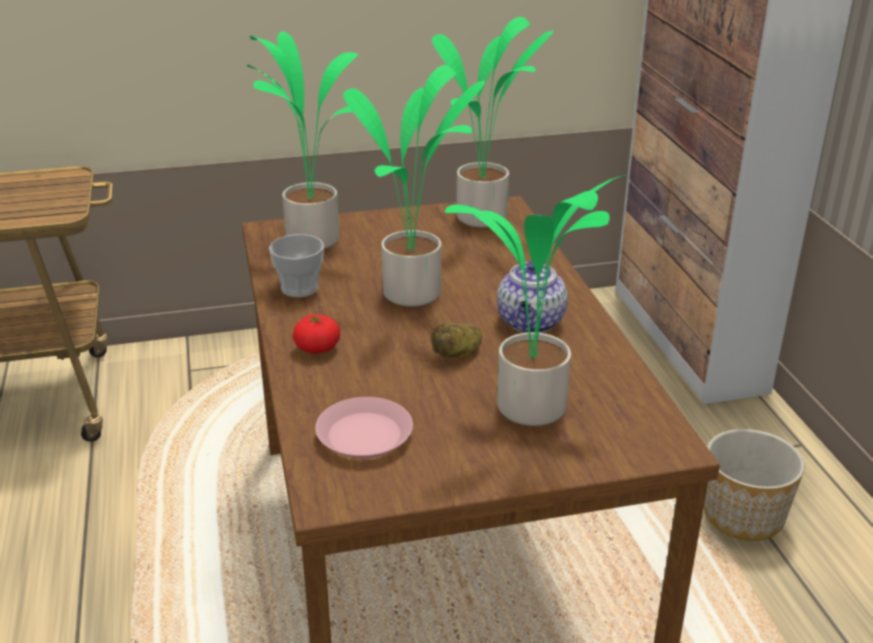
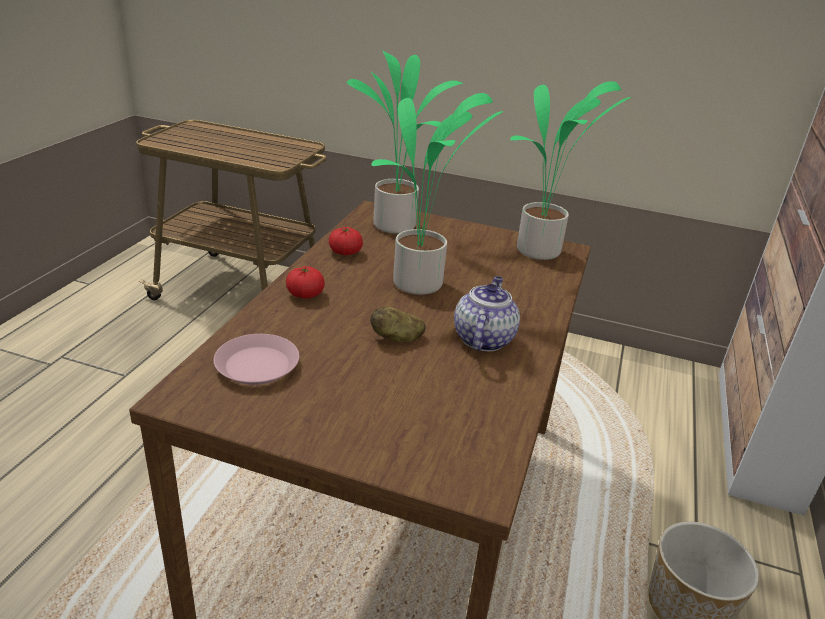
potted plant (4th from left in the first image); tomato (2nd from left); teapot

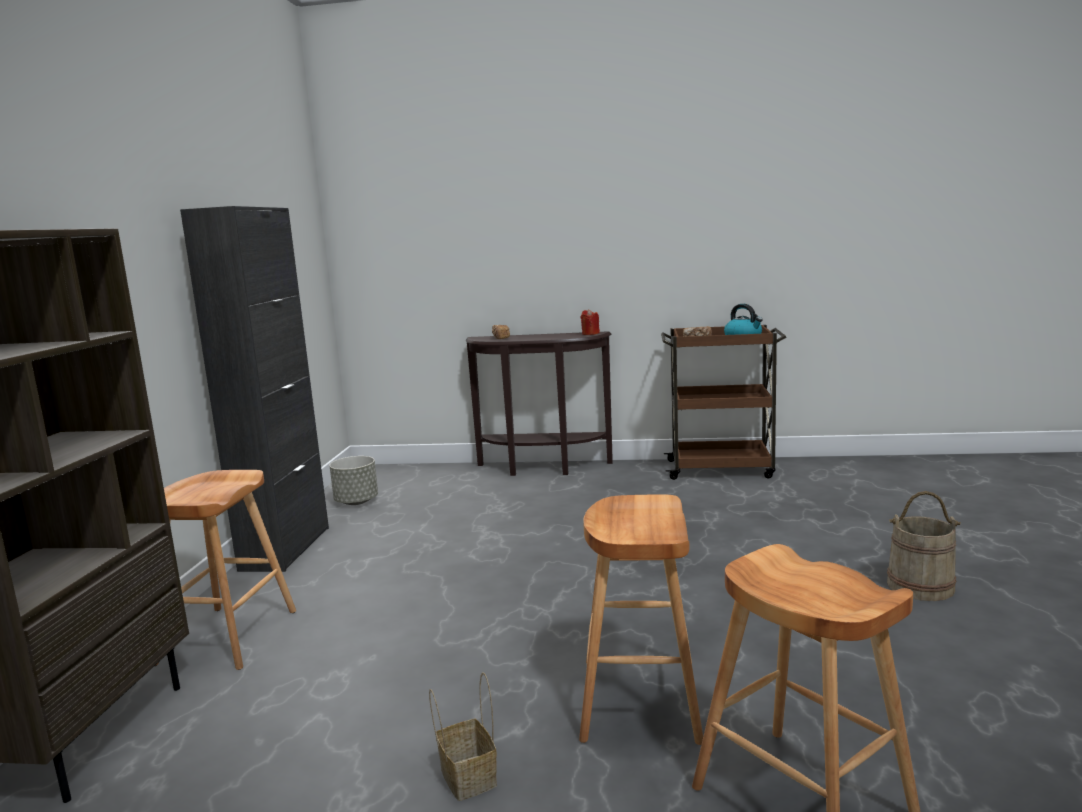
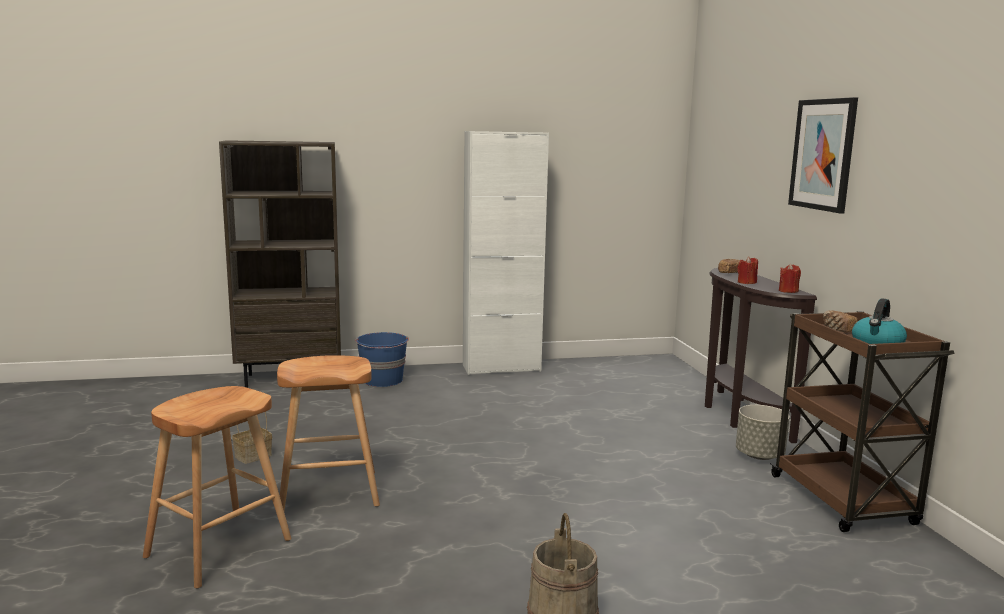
white cabinet; grey planter; blue bucket; picture; red candle (1st from left)

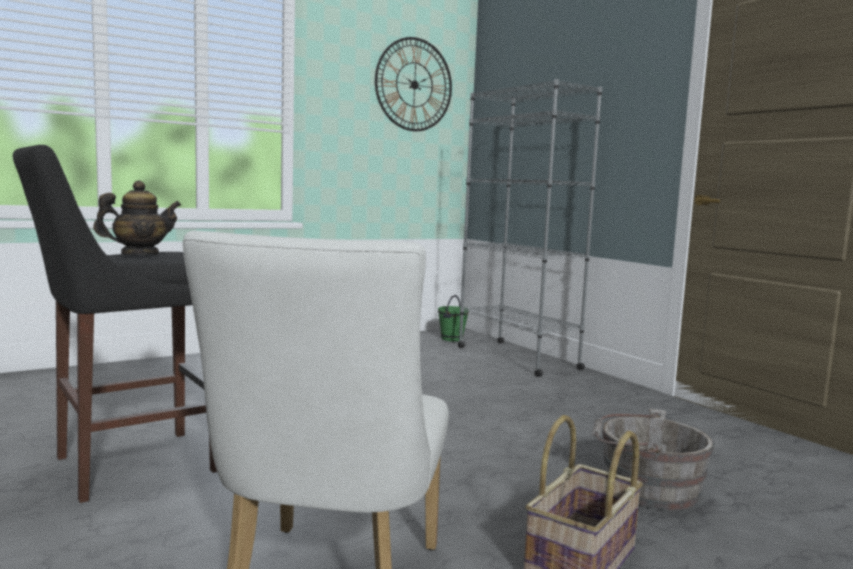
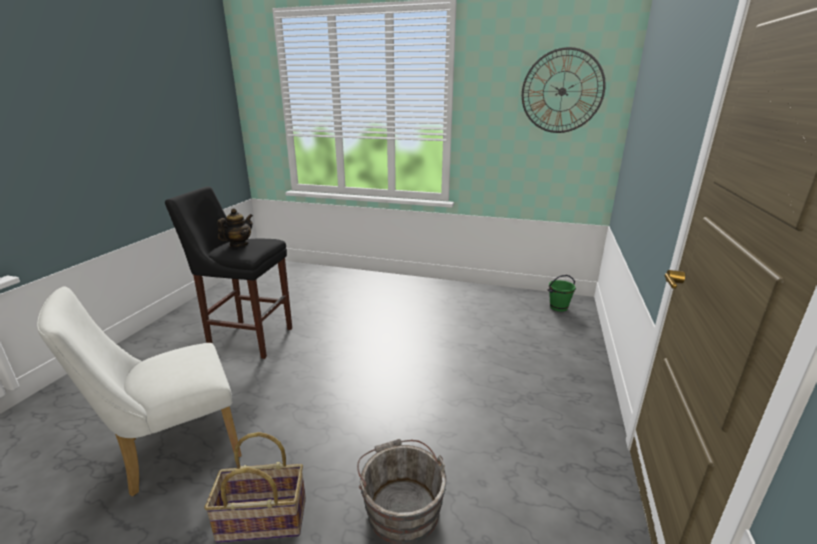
grey bookcase; teapot

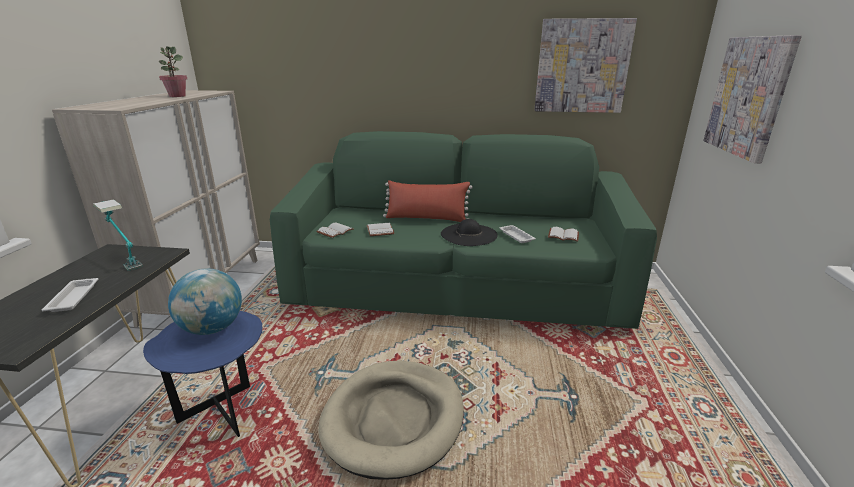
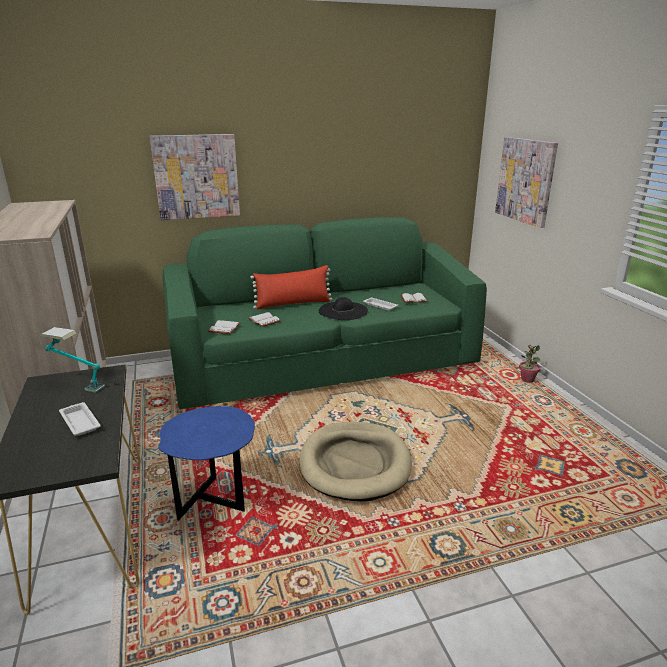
picture (1st from left); potted plant; globe

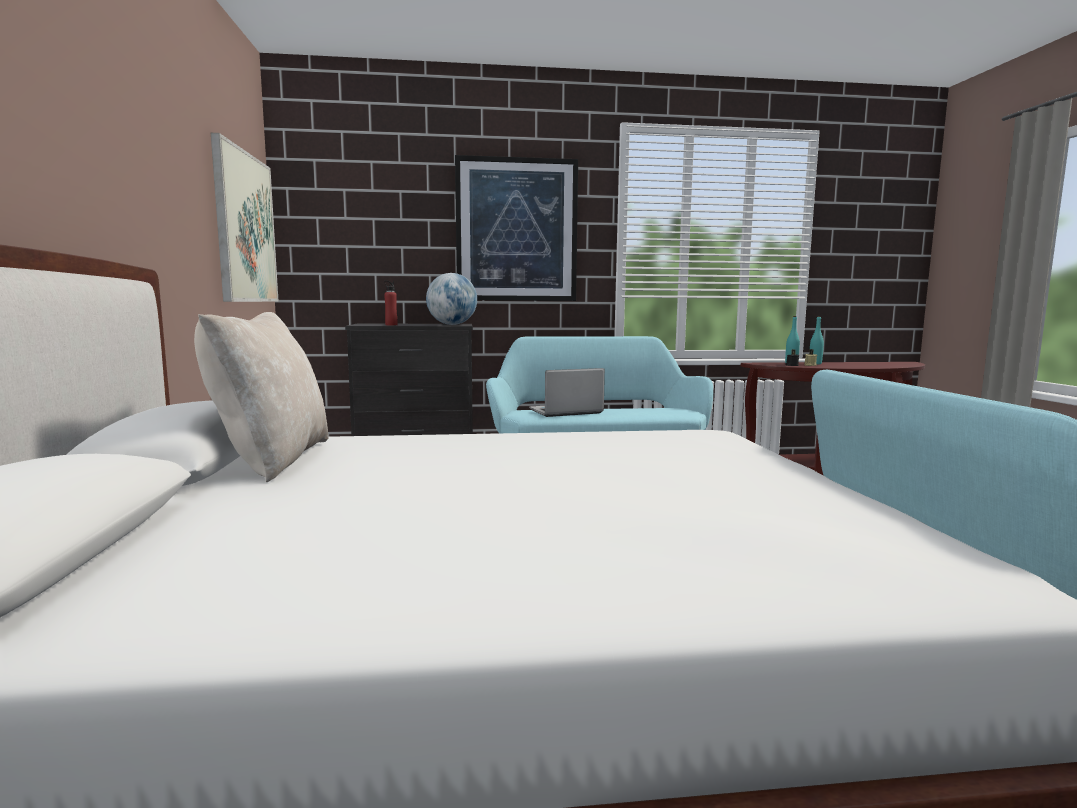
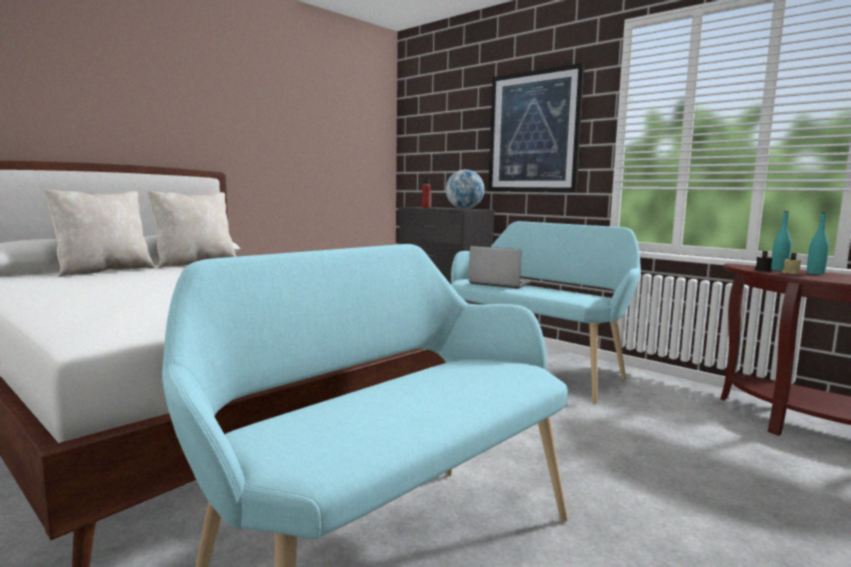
picture (1st from left in the first image); beige pillow (1st from left)

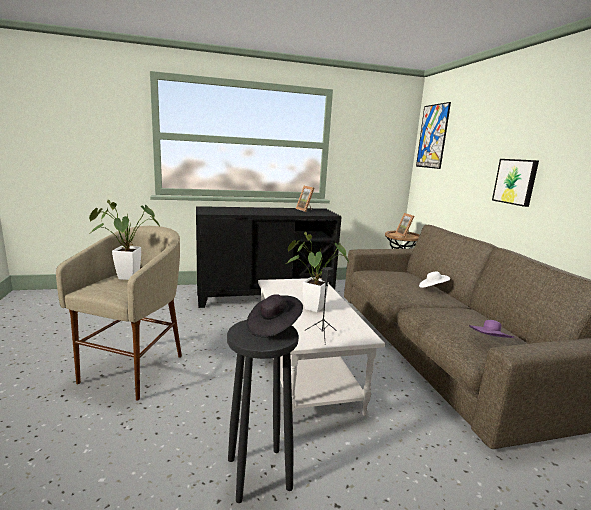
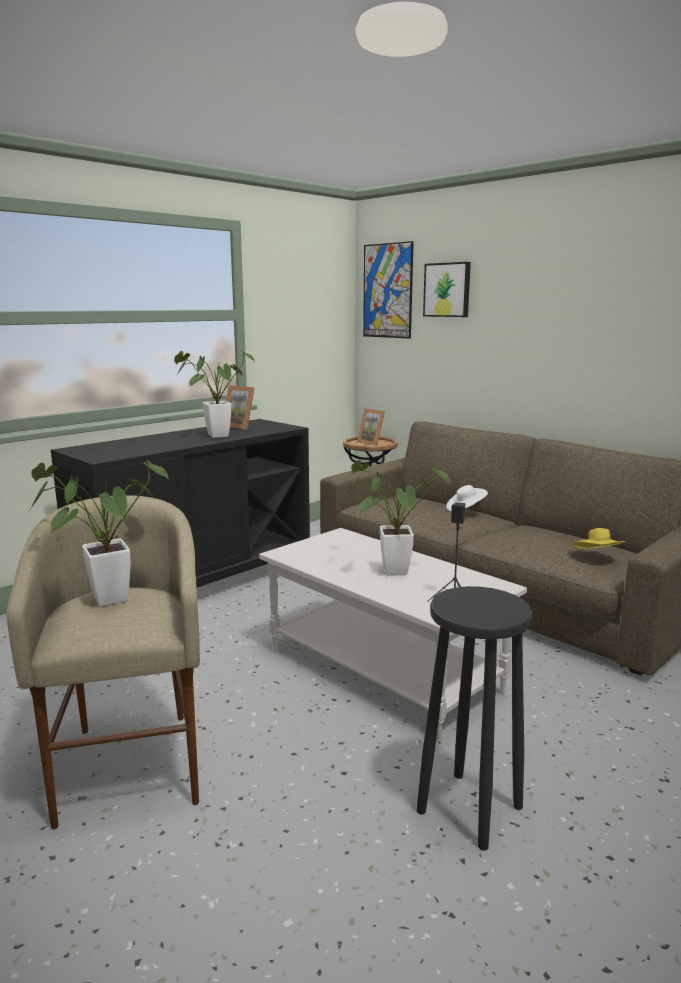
picture (2nd from left); black hat; yellow hat; potted plant (2nd from left)

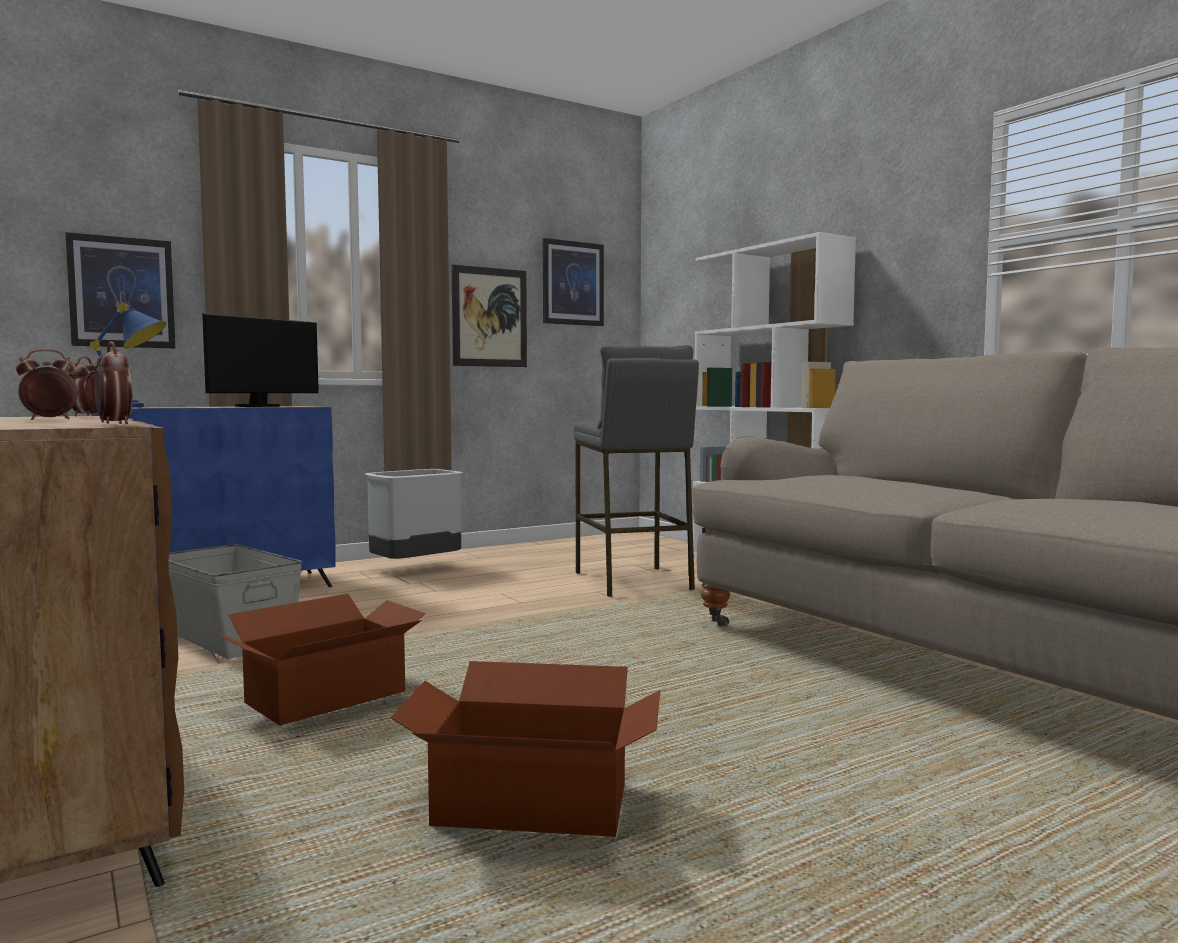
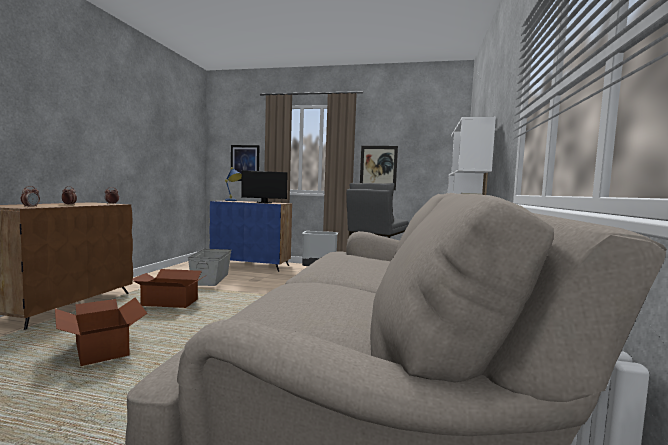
picture (3rd from left in the first image)

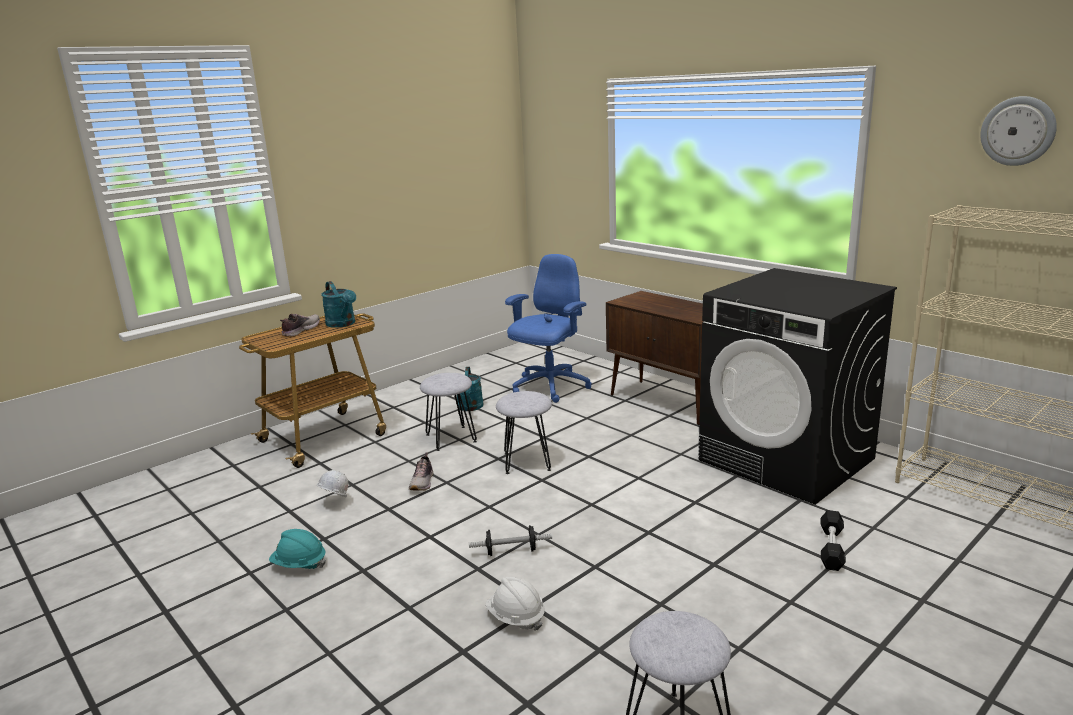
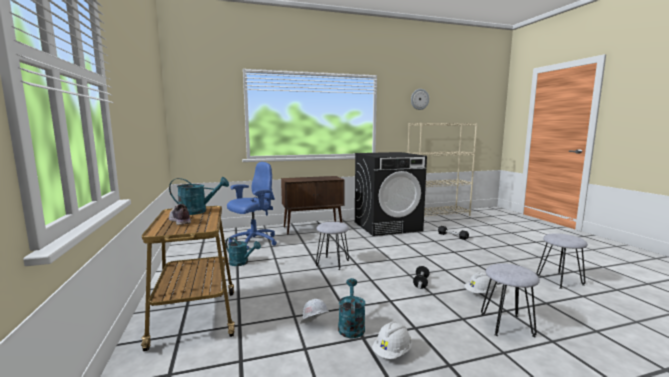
blue office chair; grey stool (2nd from left); shoe (2nd from left in the first image); white hard hat (2nd from left); turquoise watering can (3rd from left)

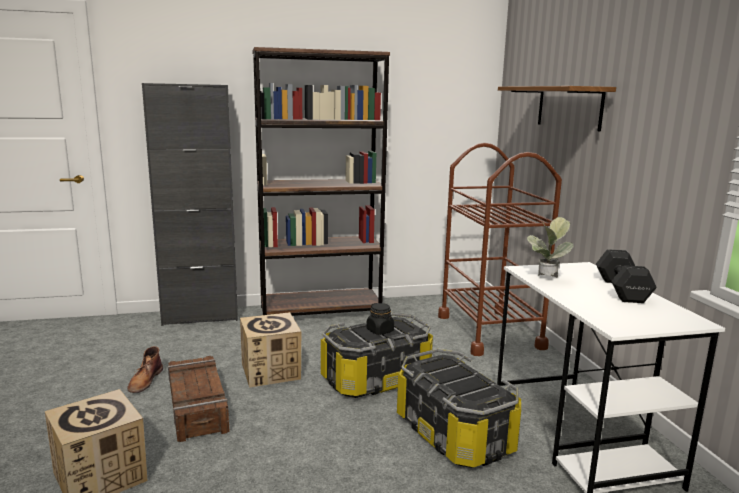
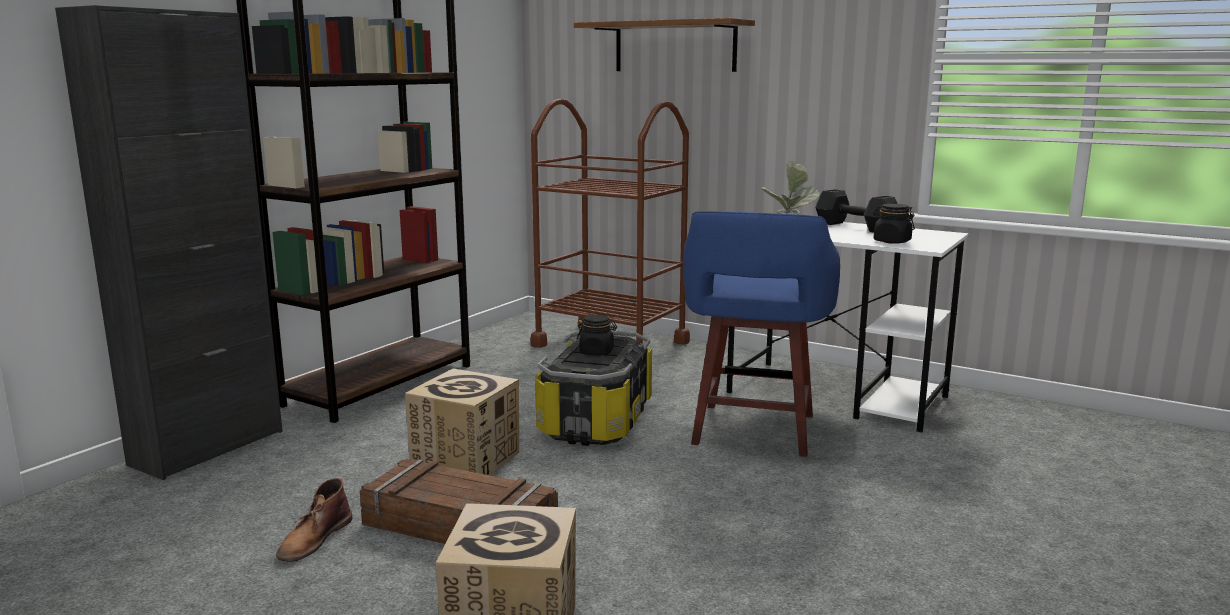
brown boot; blue stool; black jar (2nd from left)

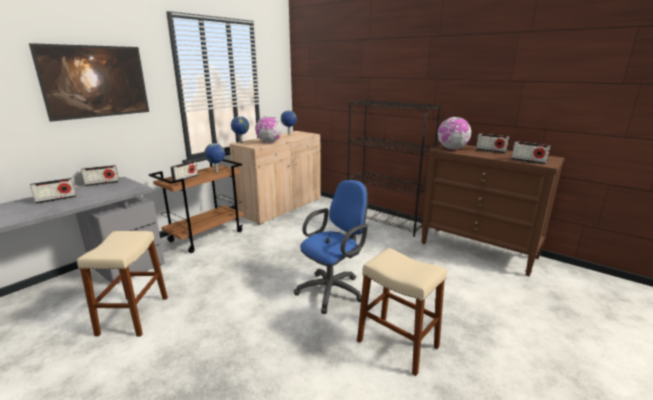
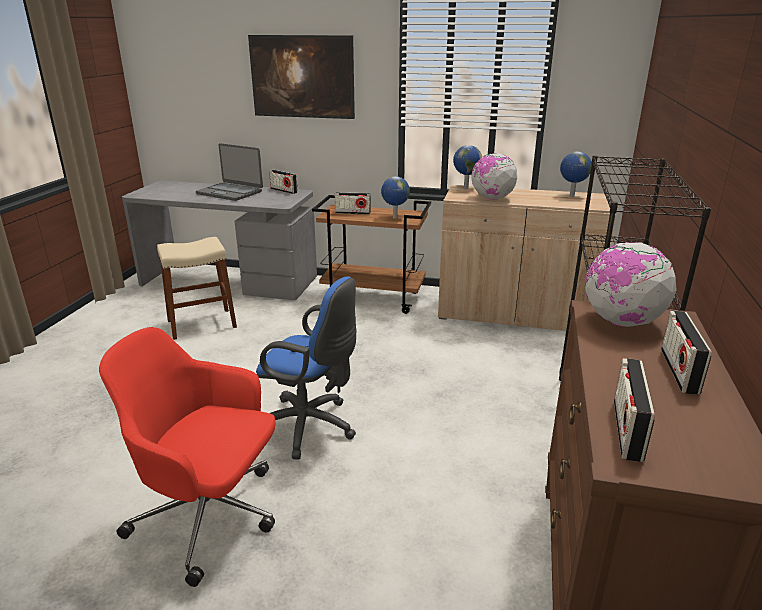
laptop; red office chair

